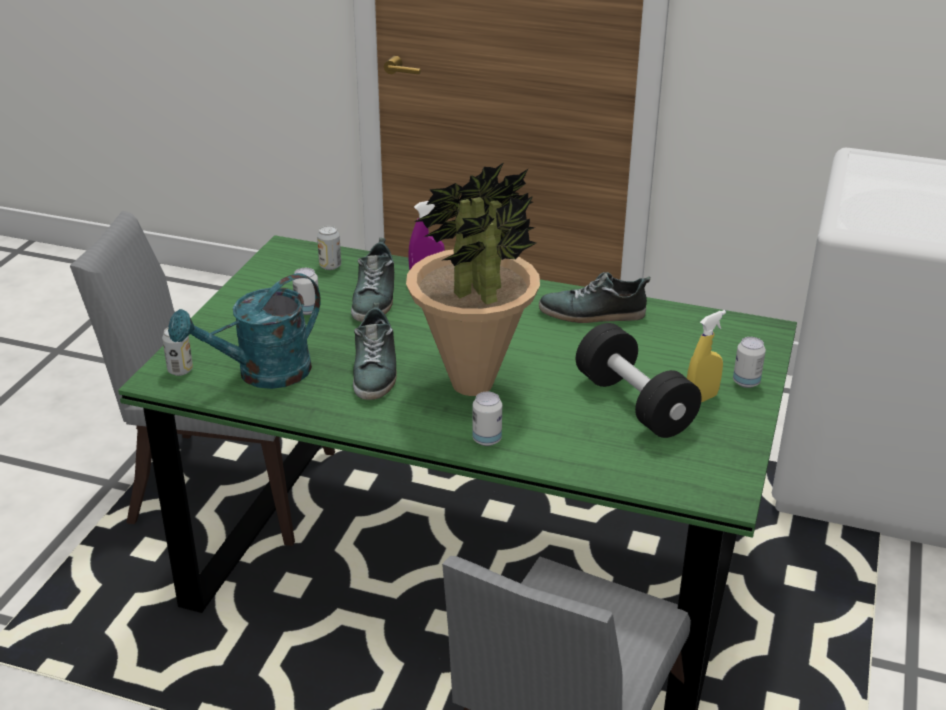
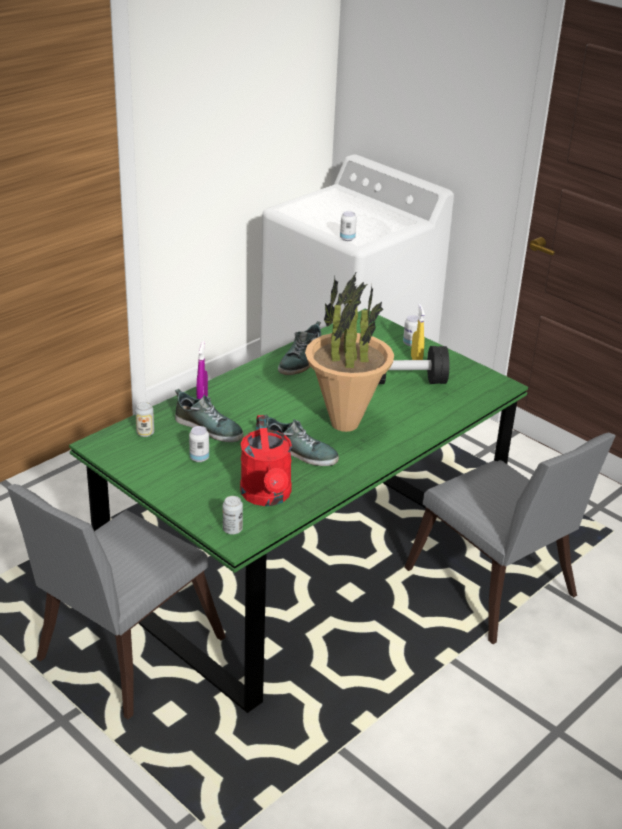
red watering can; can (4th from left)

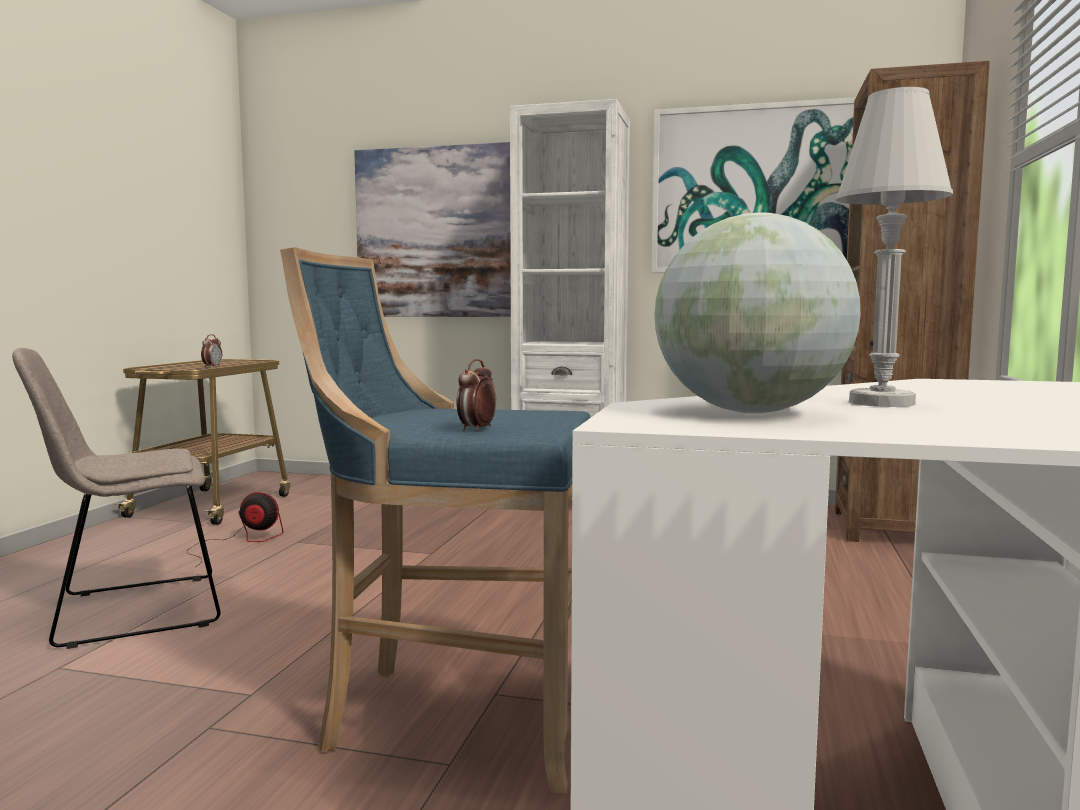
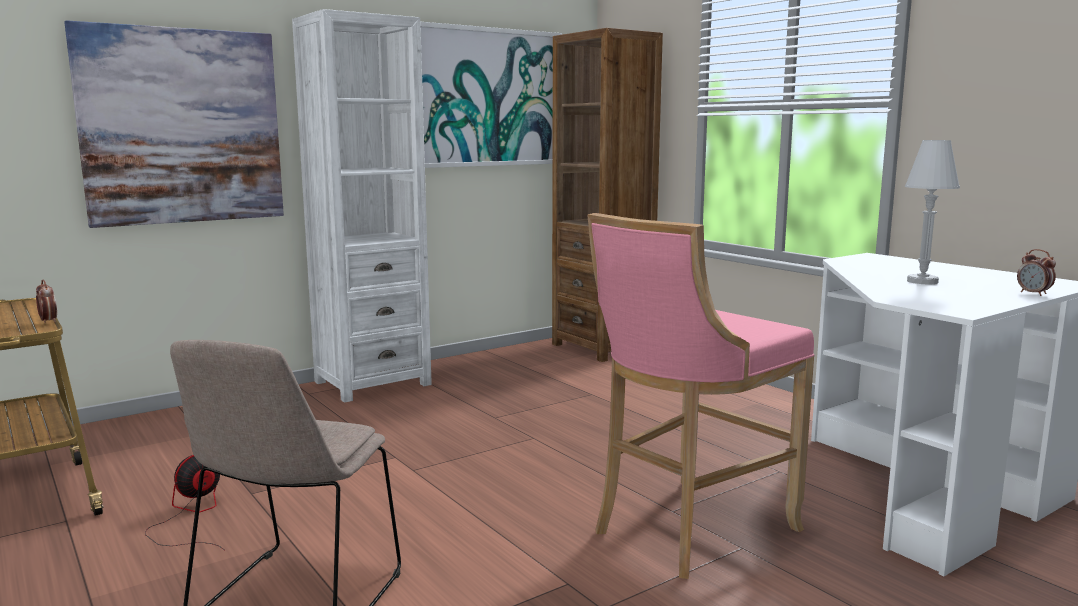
globe; pink stool; alarm clock (2nd from left)

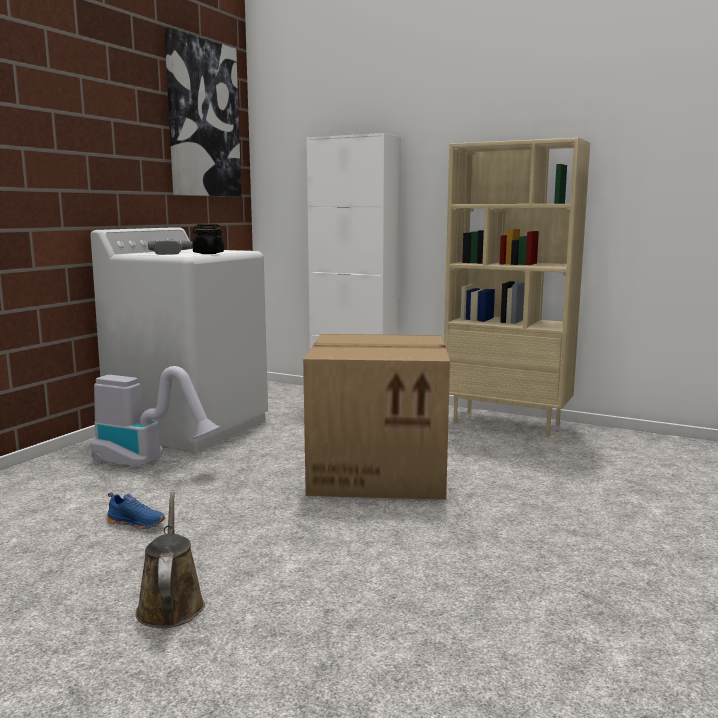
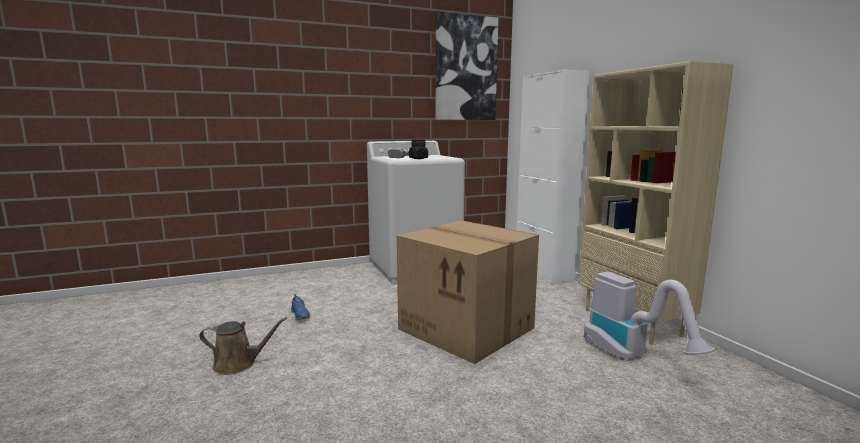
vacuum cleaner; brown watering can

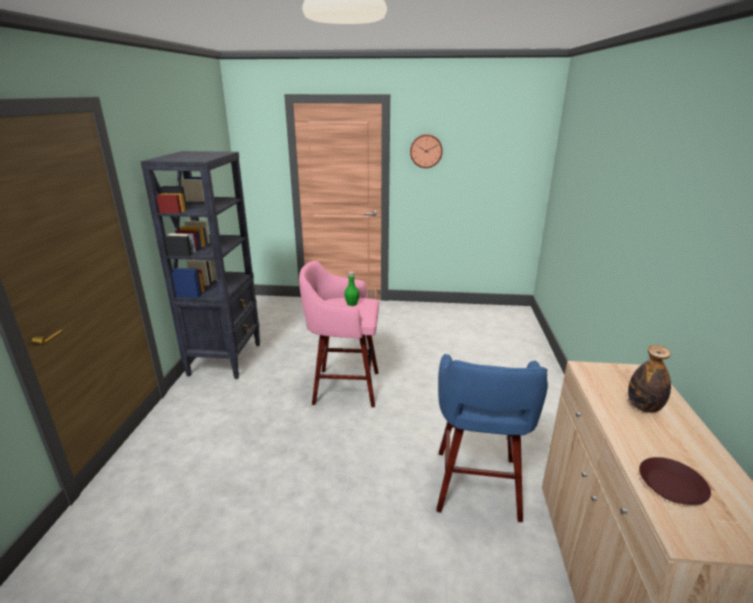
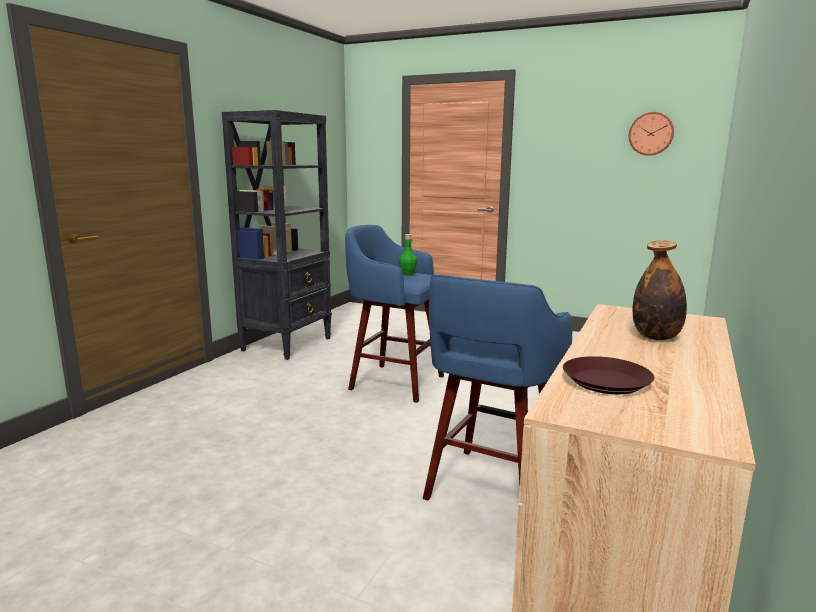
wall clock; blue stool (1st from left)

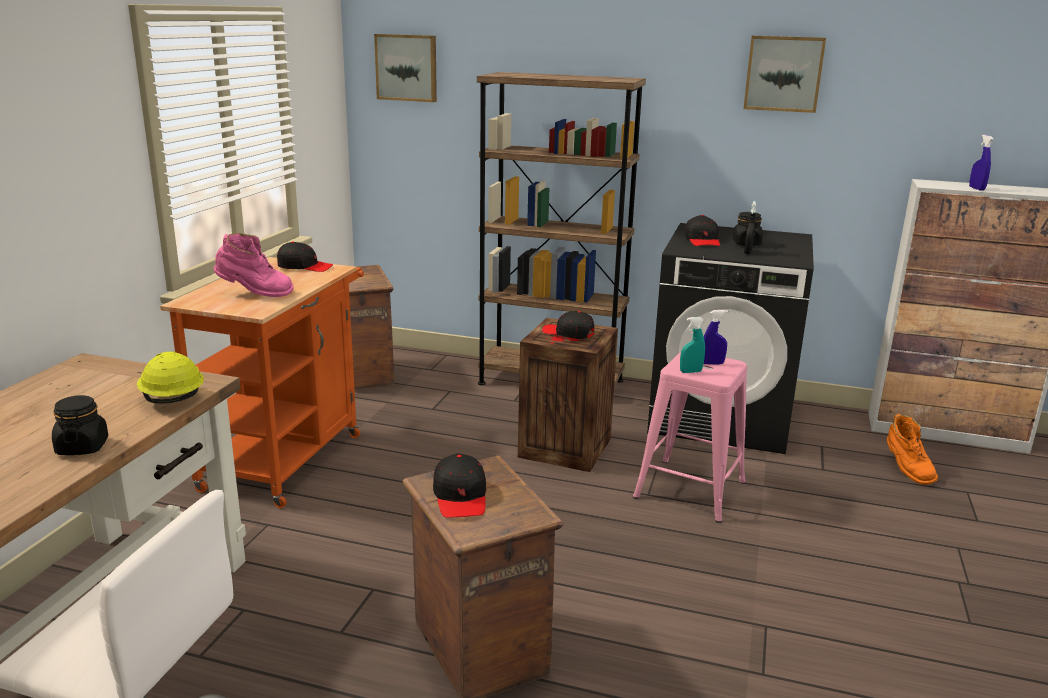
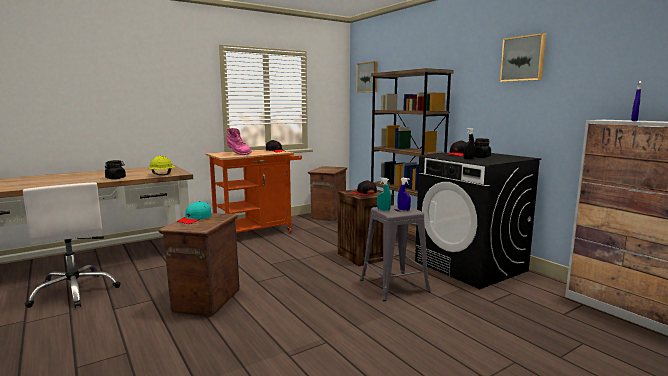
grey stool; orange boot; turquoise cap

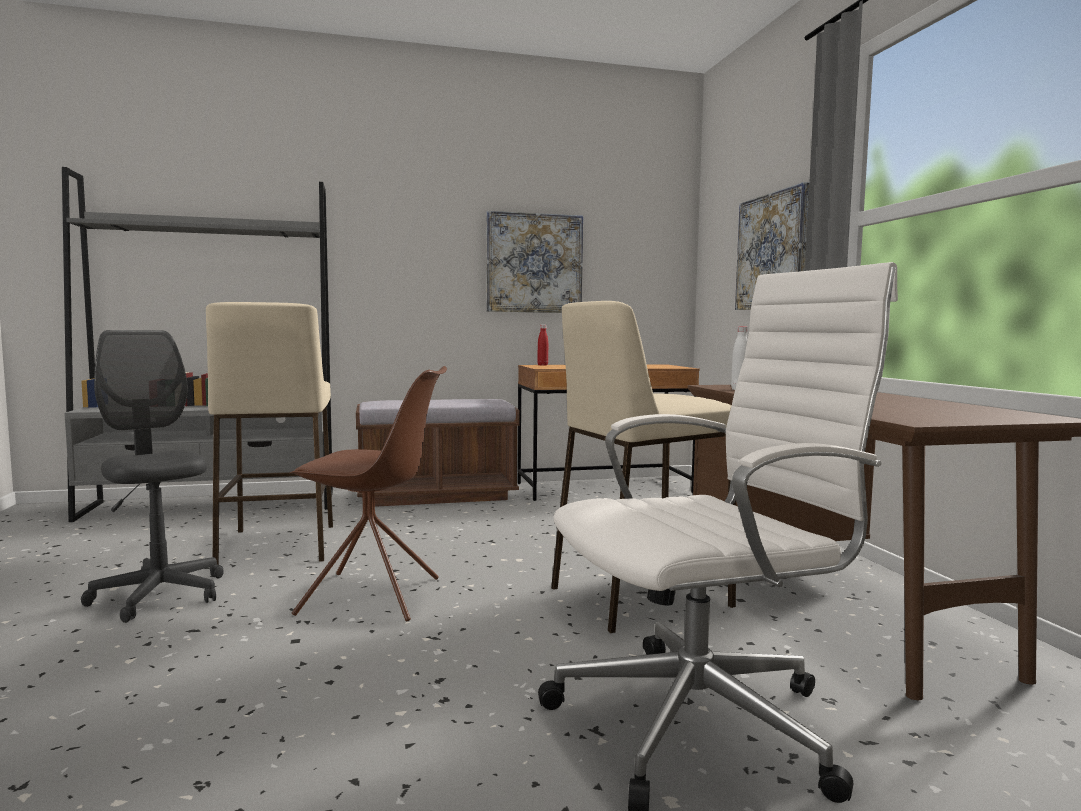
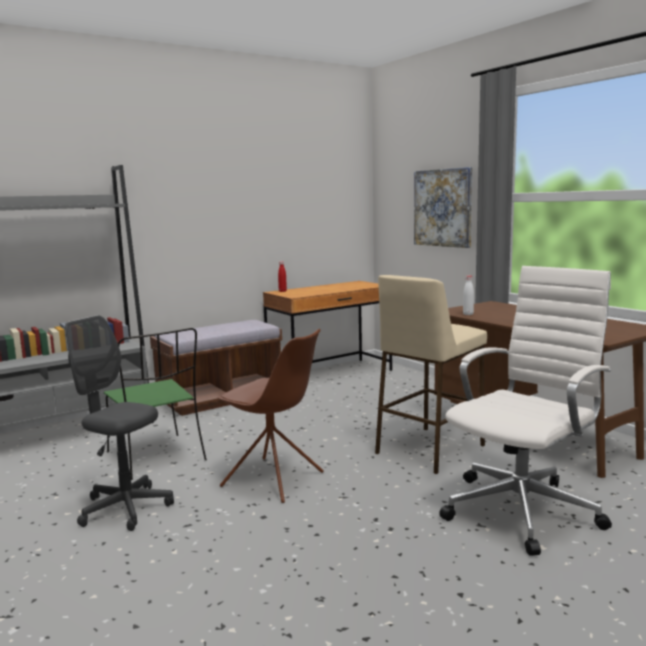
picture (1st from left in the first image); green chair; brown chair

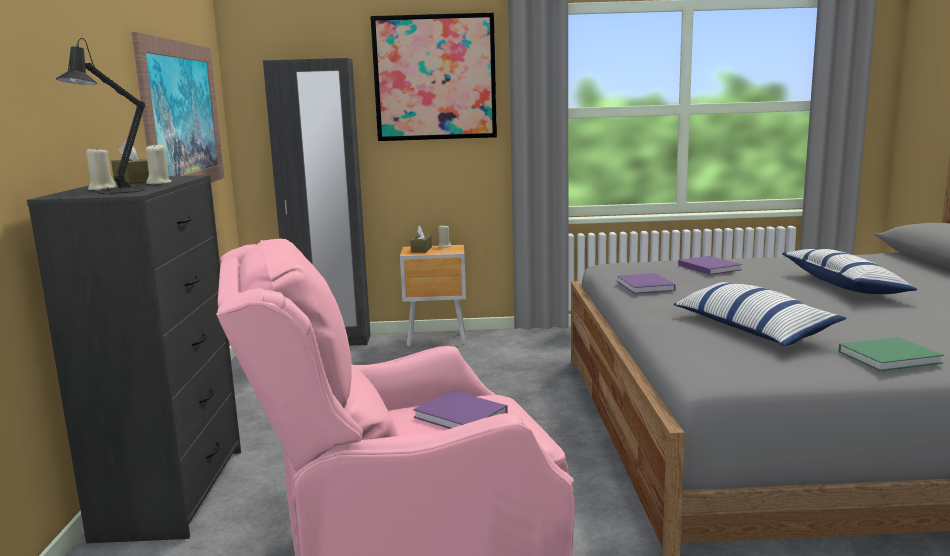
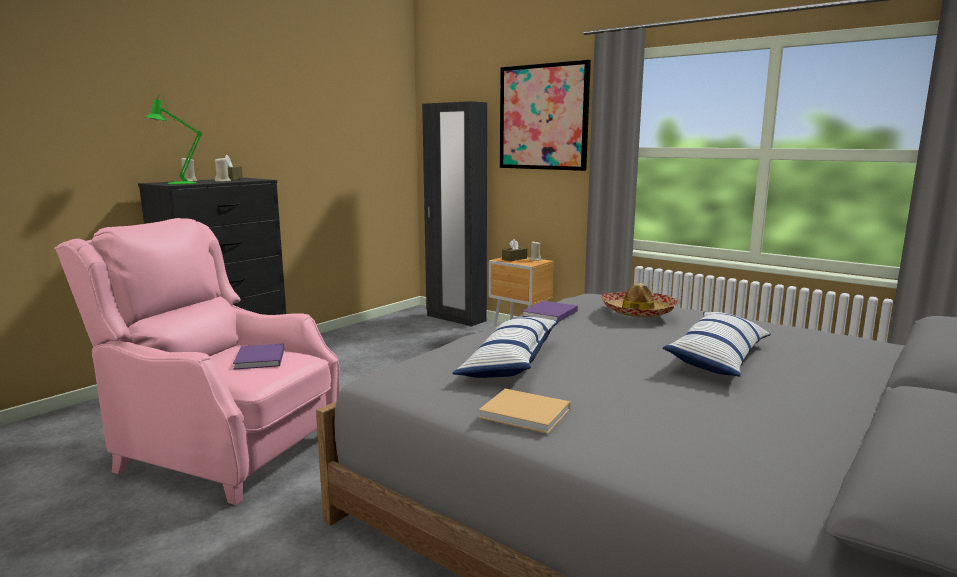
picture (1st from left in the first image); green table lamp; hat; beige book

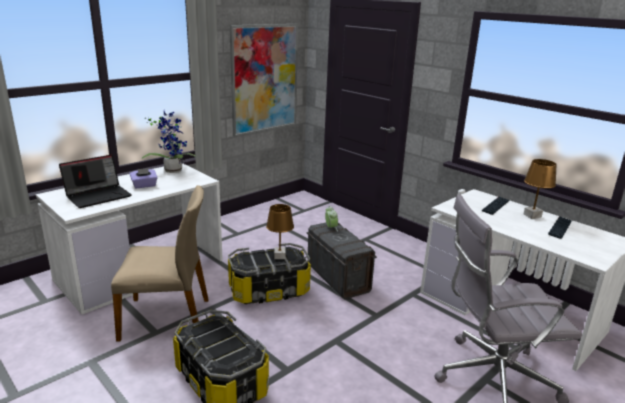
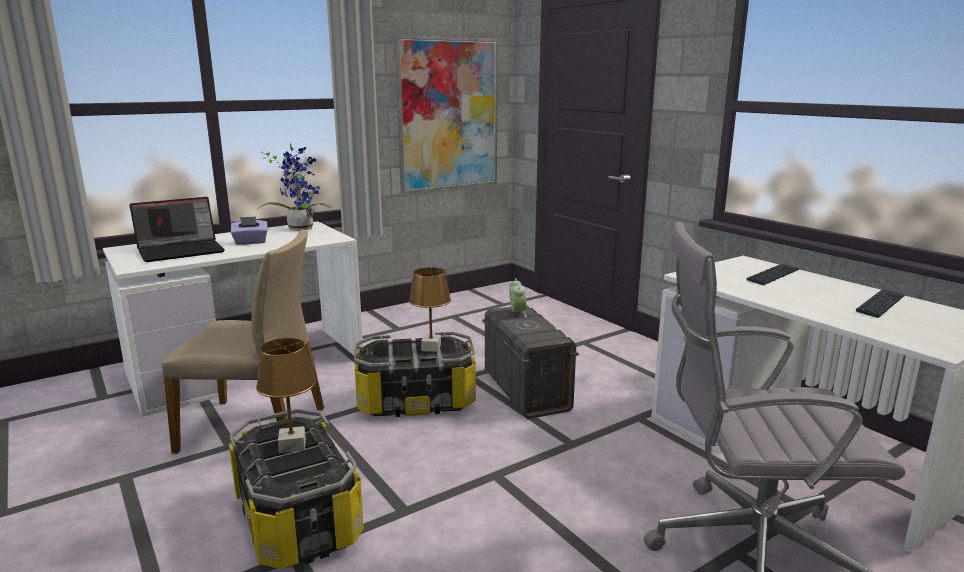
brown table lamp (1st from left)

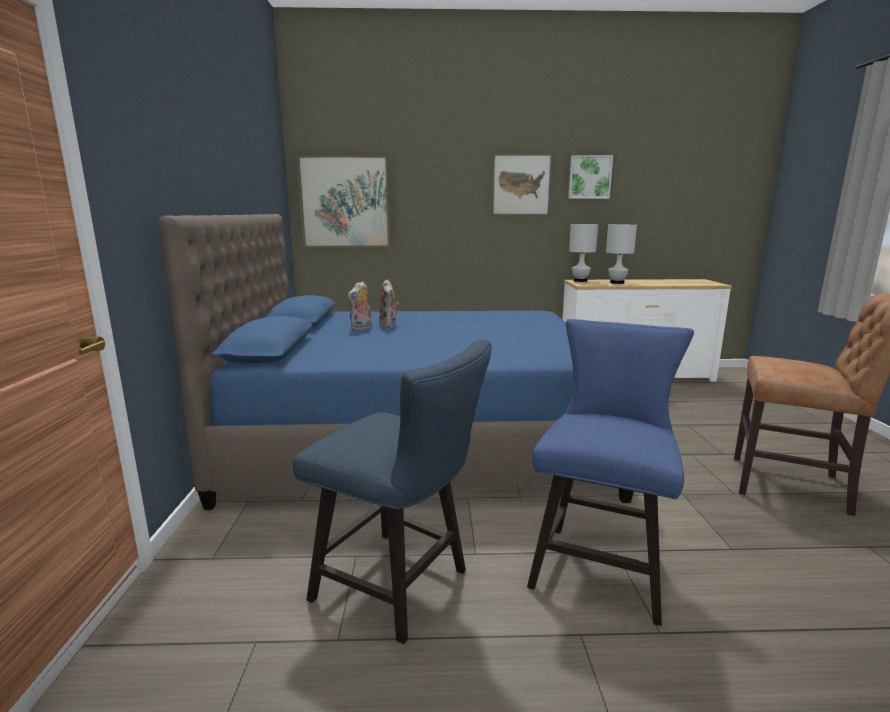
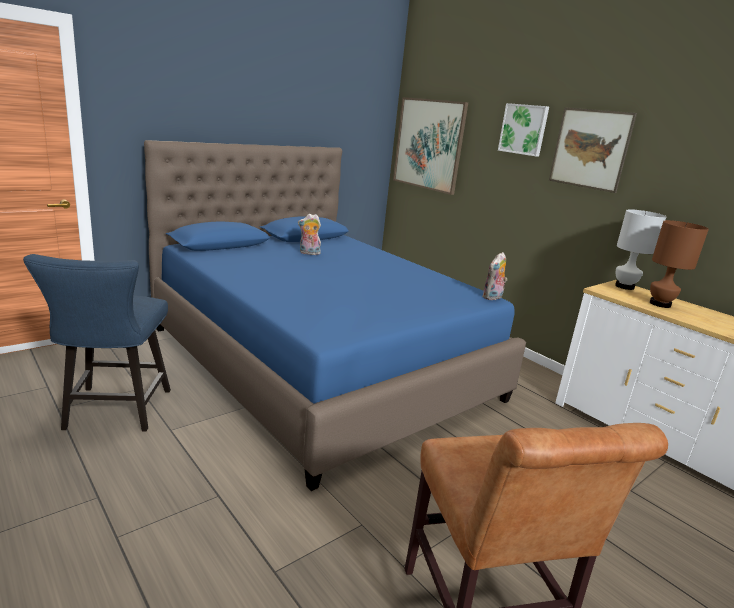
picture (2nd from left); brown table lamp; plush toy (2nd from left); blue chair (2nd from left in the first image)

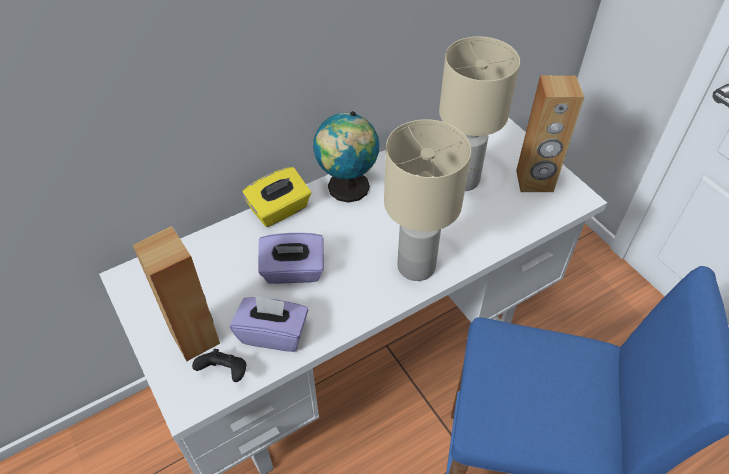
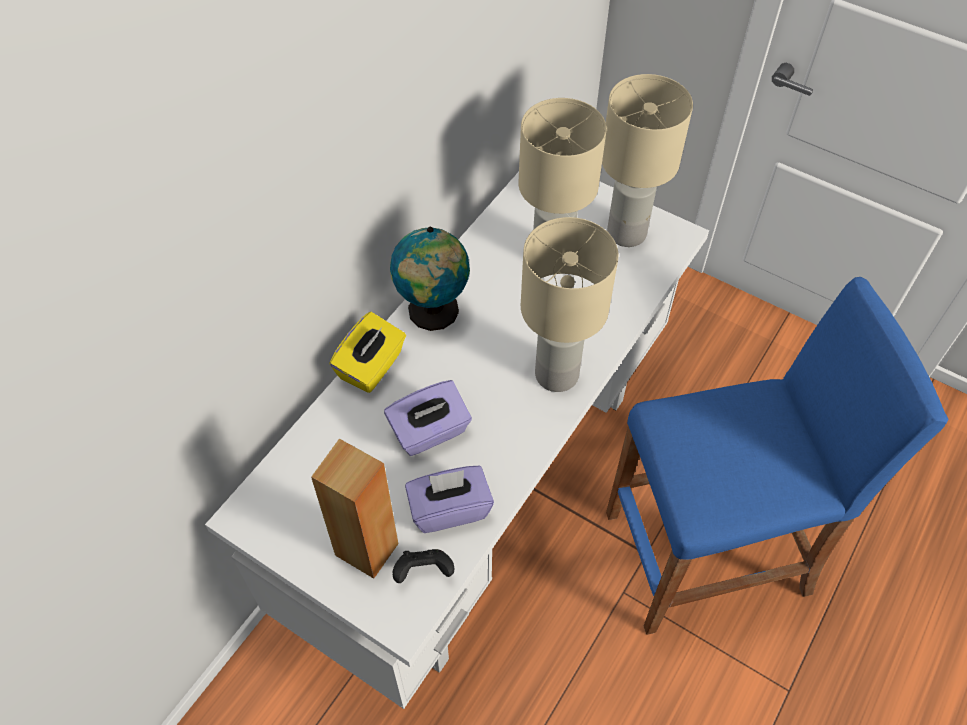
beige table lamp (3rd from left)

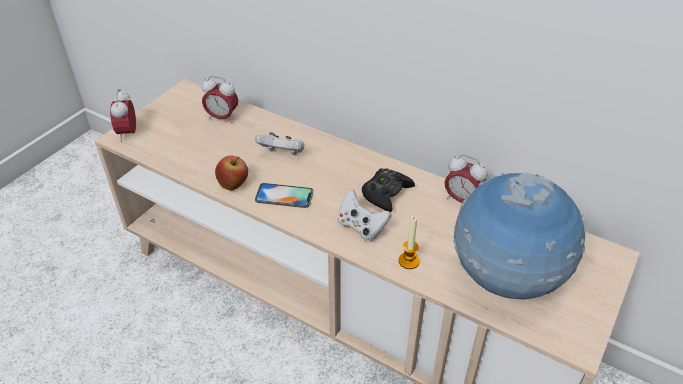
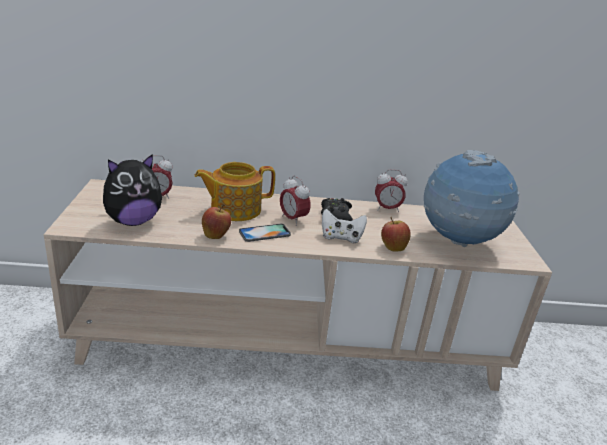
alarm clock (2nd from left); teapot; apple (2nd from left); plush toy

